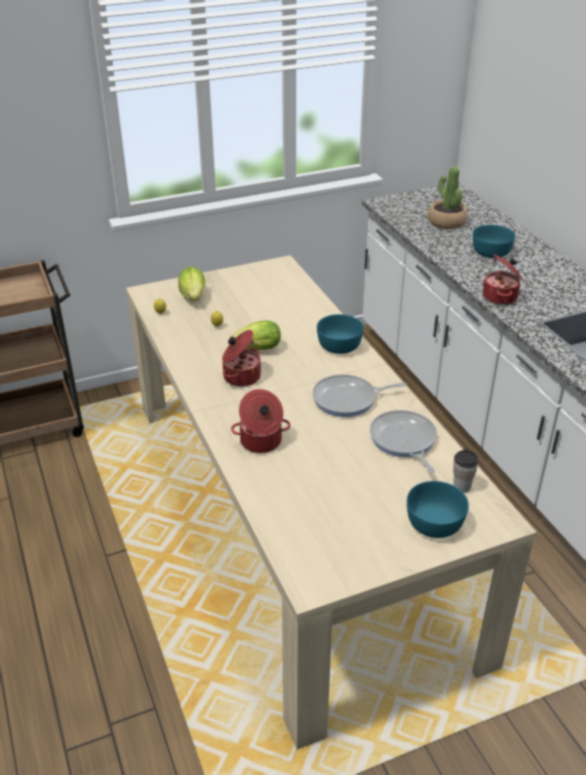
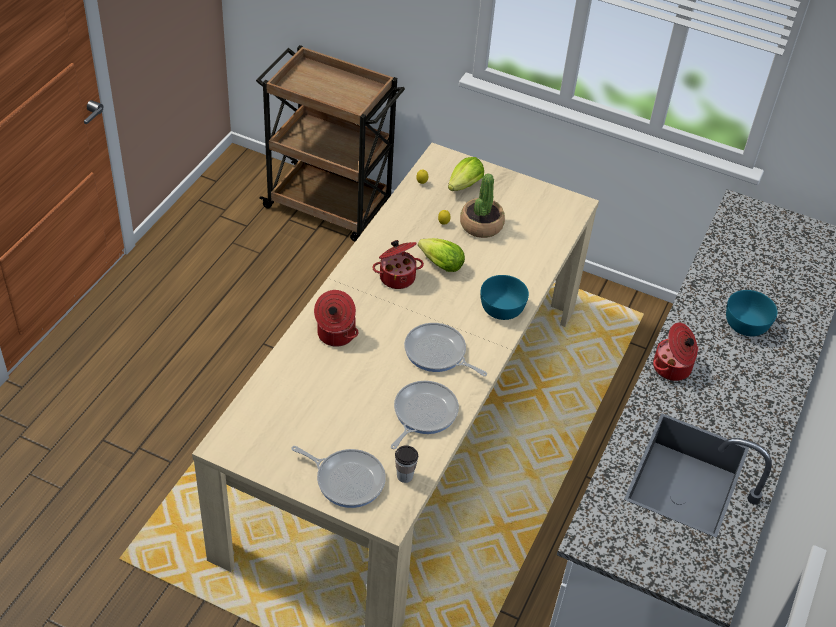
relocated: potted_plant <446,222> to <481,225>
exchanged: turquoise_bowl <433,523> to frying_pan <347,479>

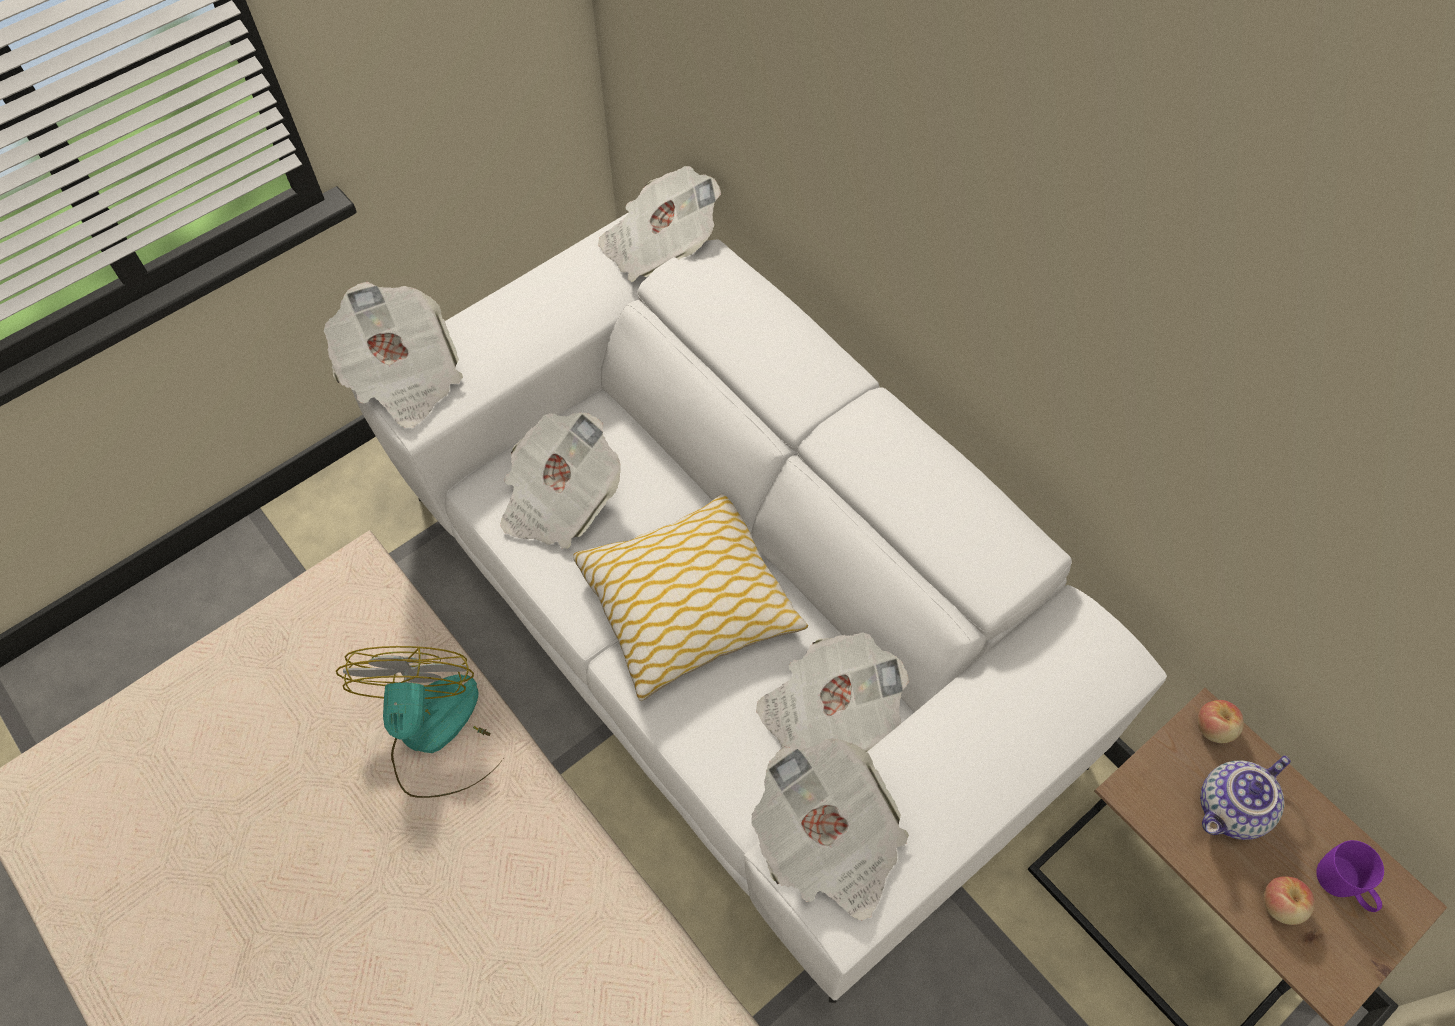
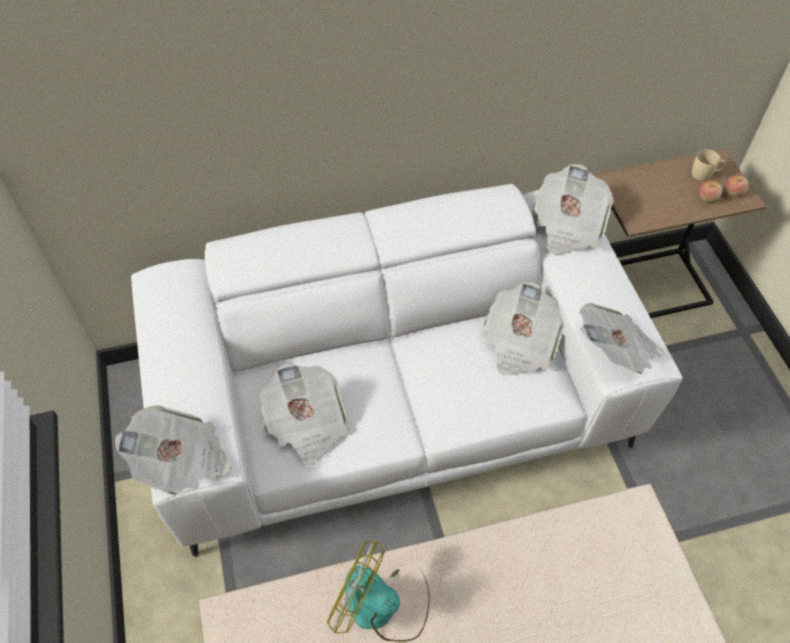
missing: pillow <688,603>; teapot <1231,810>
relocated: newspaper <659,246> to <567,226>; apple <1214,728> to <733,192>
colour: purple_mug <1342,886> to beige_mug <705,174>

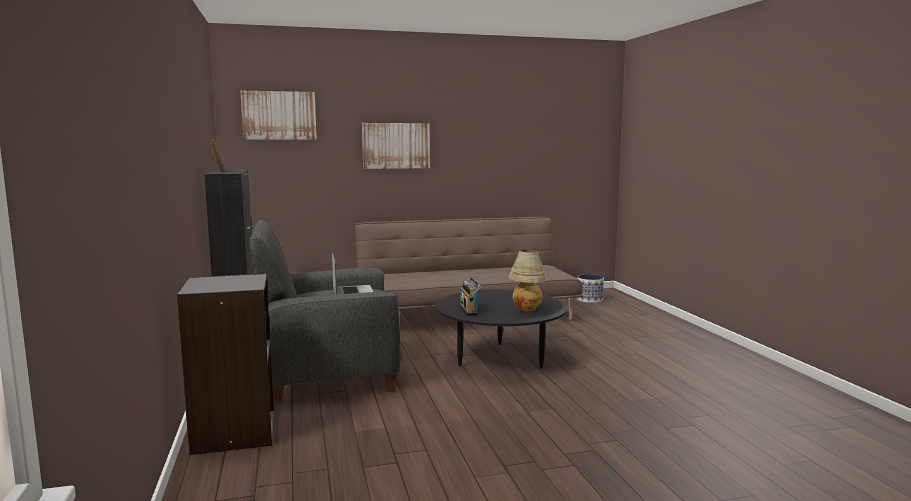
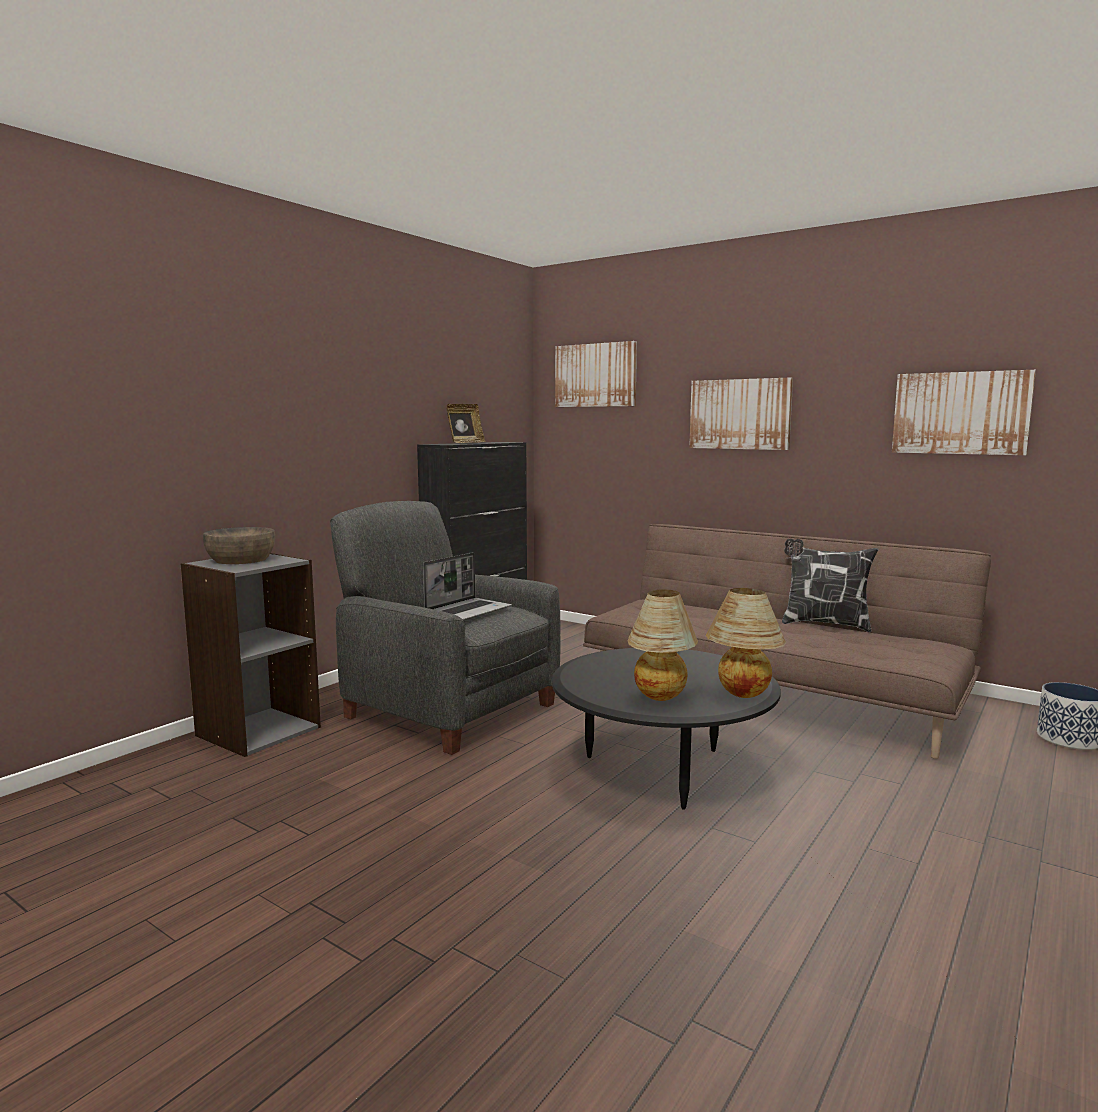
missing: radio <469,310>
appeared: brown_bowl <241,560>; table_lamp <741,695>; pillow <824,624>; picture <960,413>

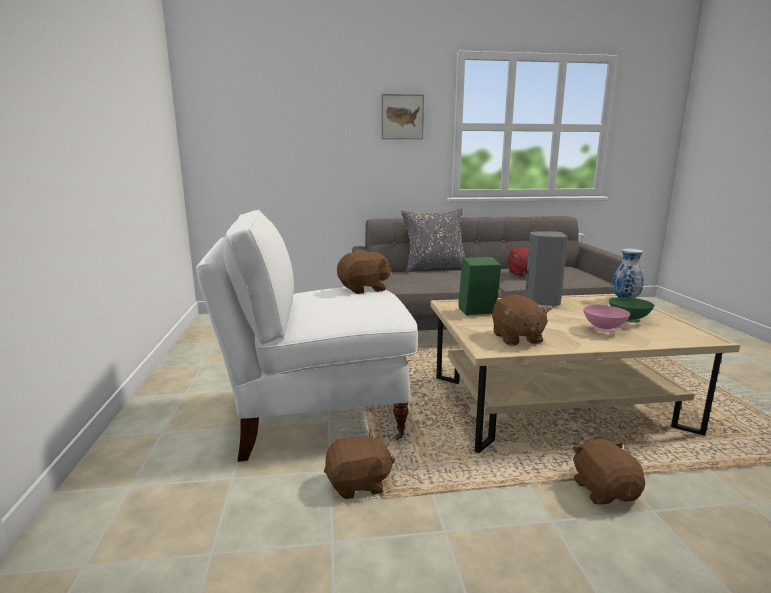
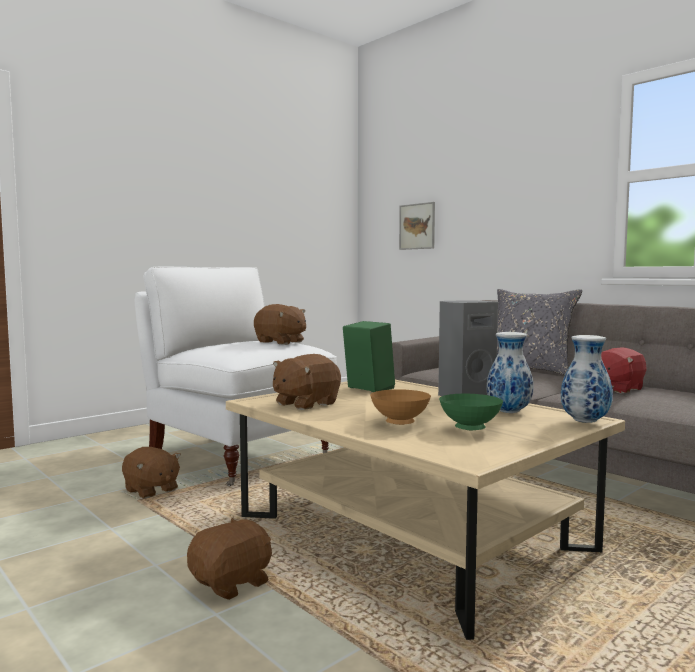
appeared: vase <509,412>
relocated: picture <402,117> to <417,226>
colour: pink_bowl <602,330> to brown_bowl <400,423>

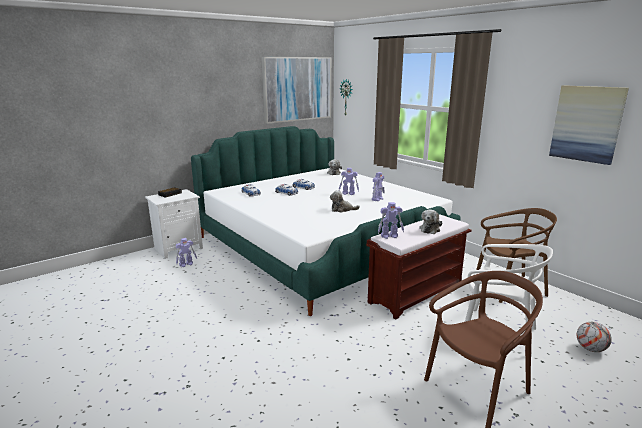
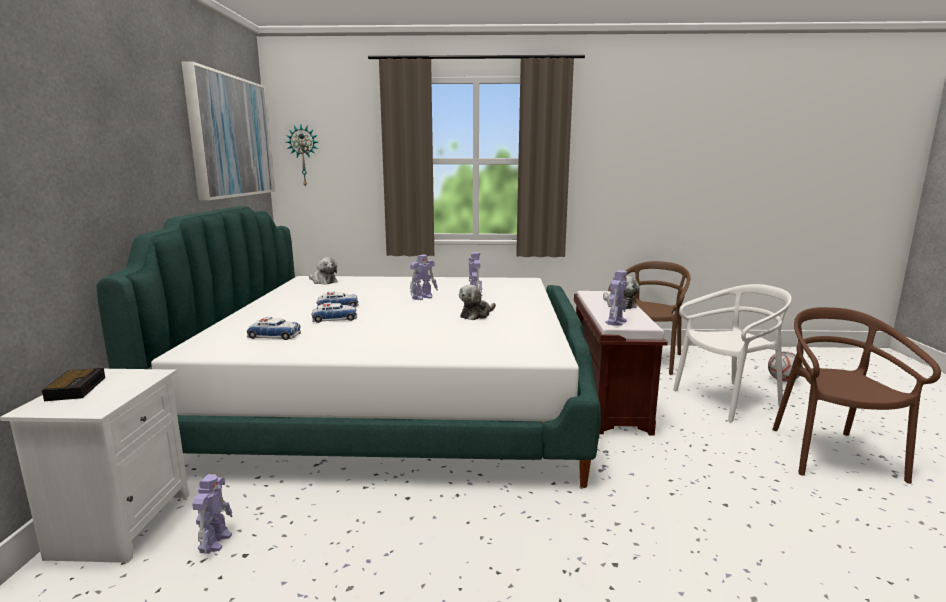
missing: picture <586,124>

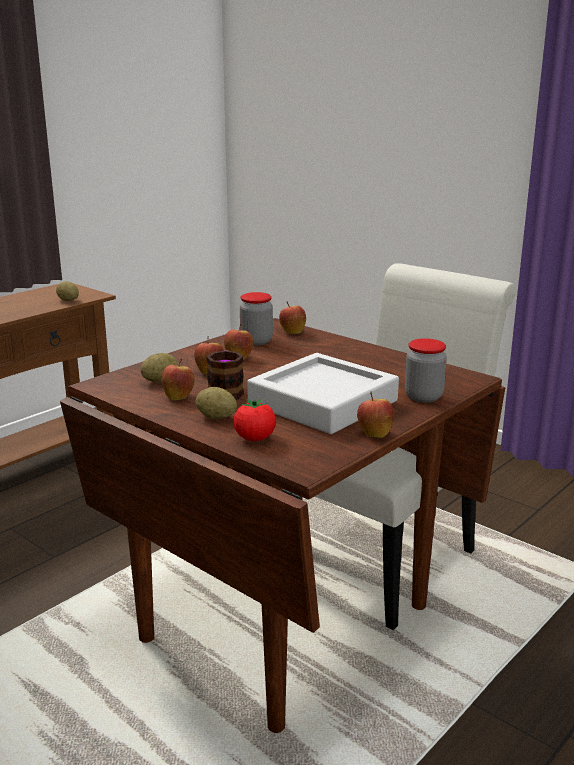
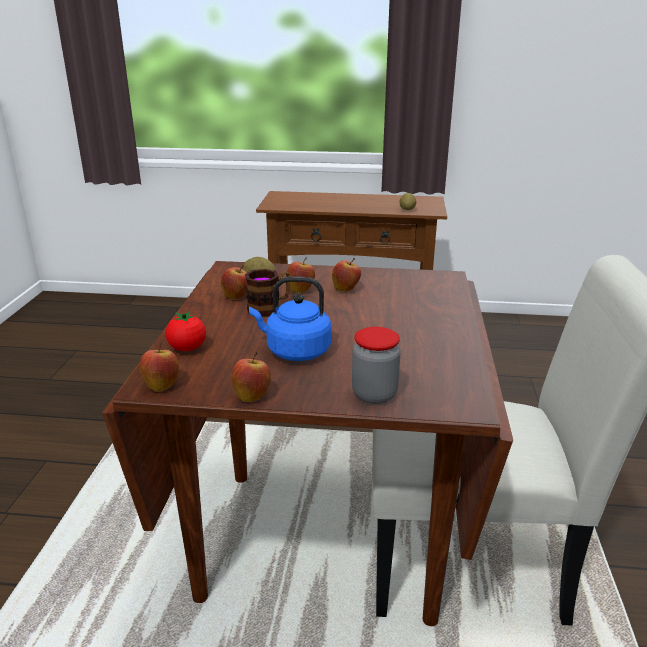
missing: potato <216,417>; jar <256,341>
relocated: apple <292,332> to <161,385>
exchanged: grey_tray <323,402> to blue_kettle <295,351>

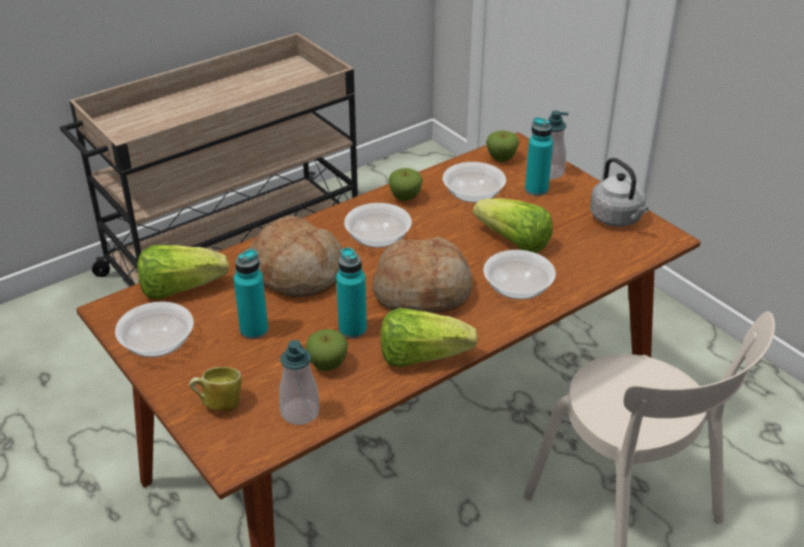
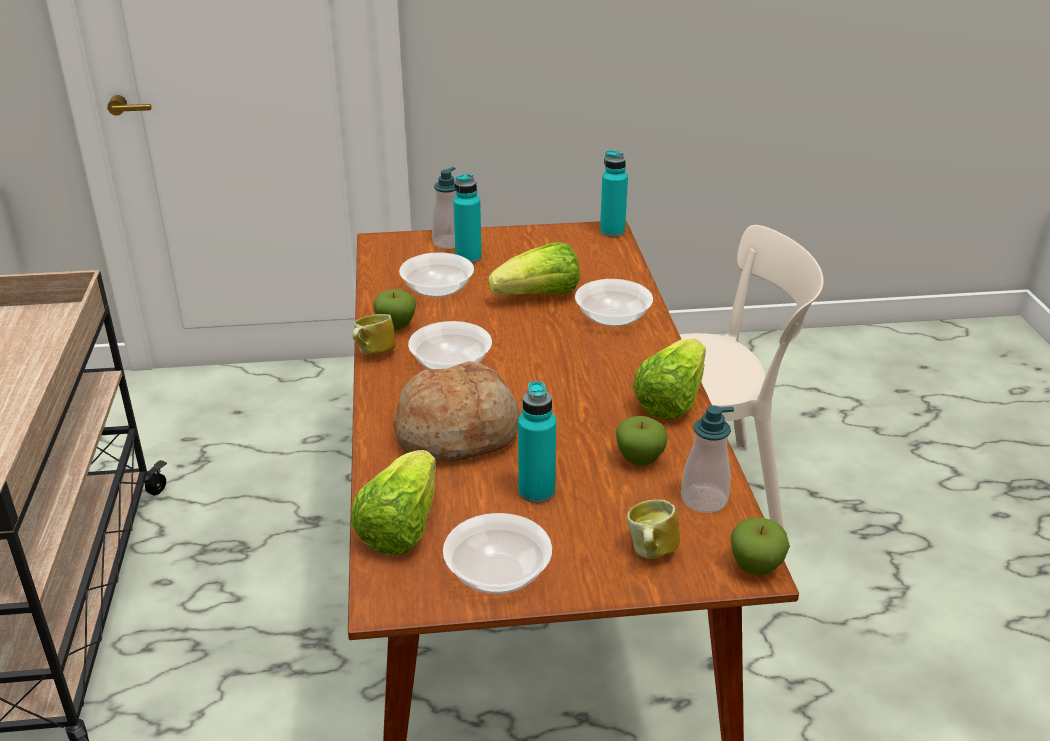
missing: bread <423,291>; grey_kettle <617,219>
appeared: mug <372,354>
relocated: turquoise_bottle <352,329> to <612,232>; apple <501,158> to <756,567>

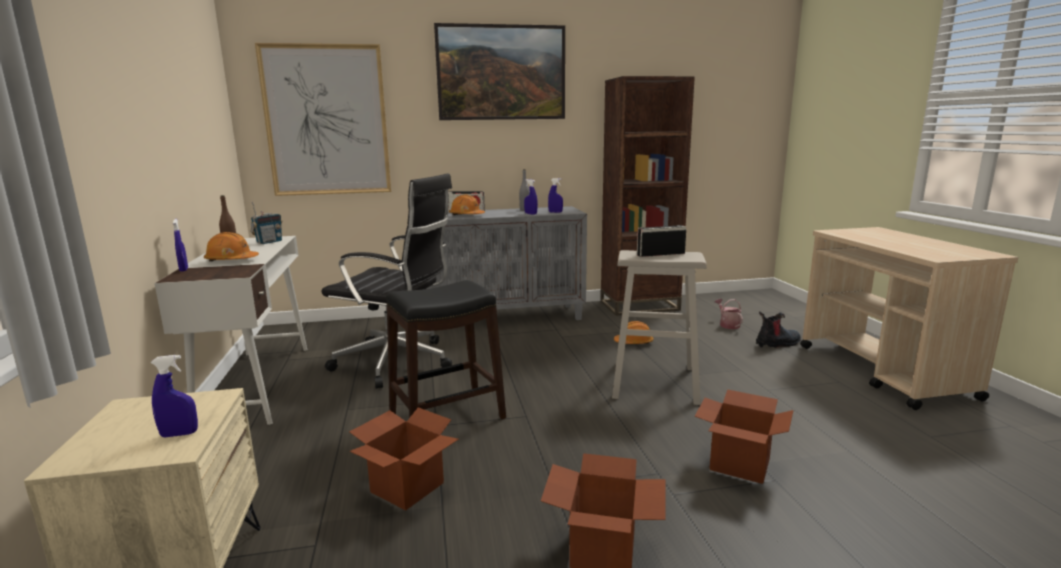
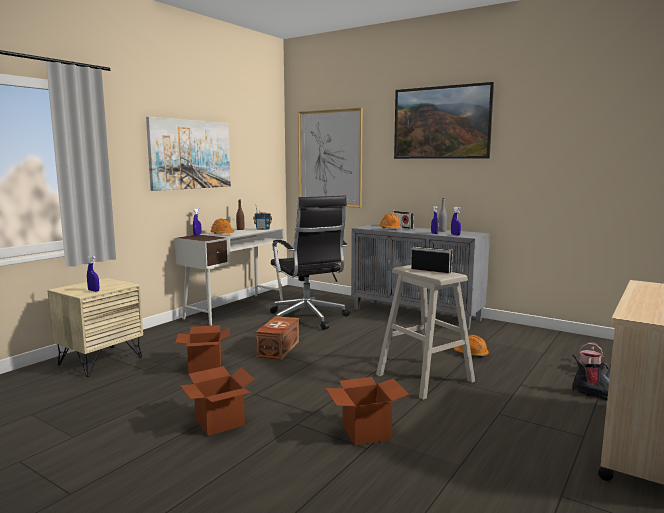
missing: brown_bookcase <639,306>
appeared: picture <190,154>
exchanged: black_stool <448,416> to brown_storage_box <277,349>

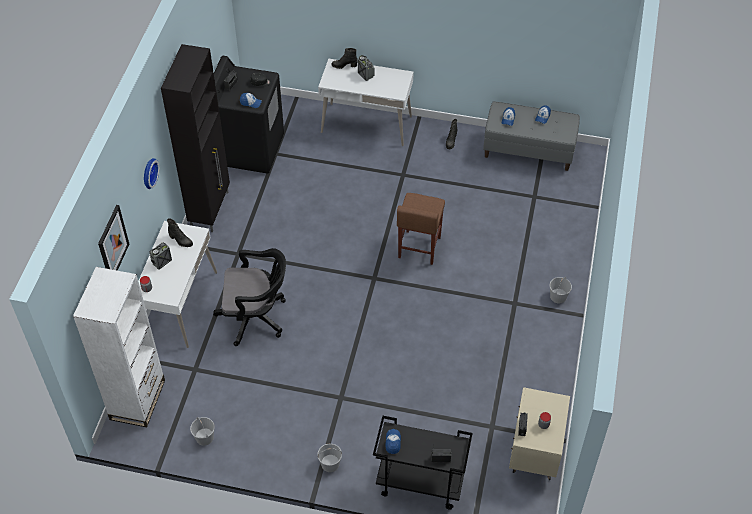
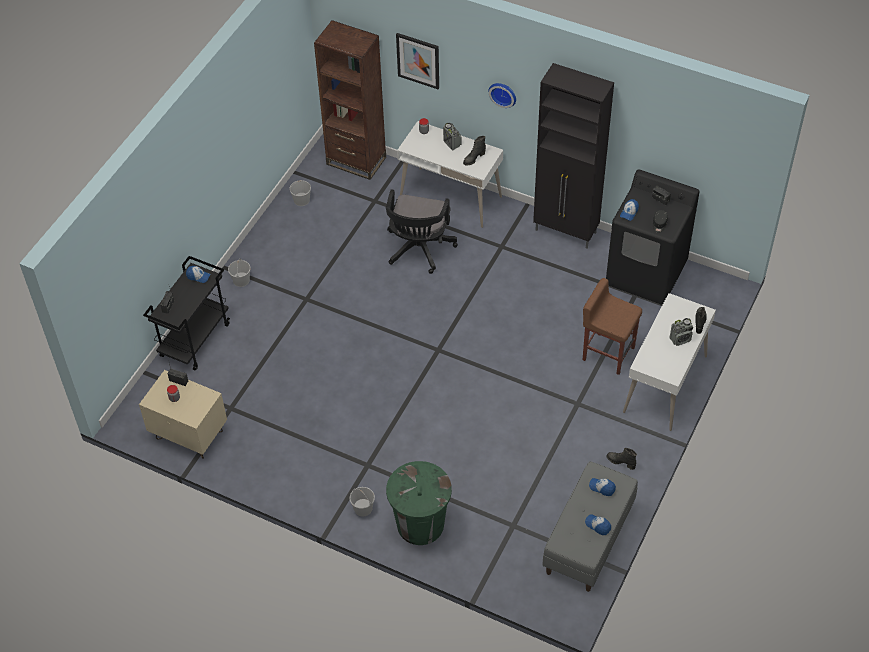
appeared: green_trash_can <420,524>
relocated: brown_stool <419,248> to <607,353>
colour: white_bookcase <138,400> to brown_bookcase <356,161>

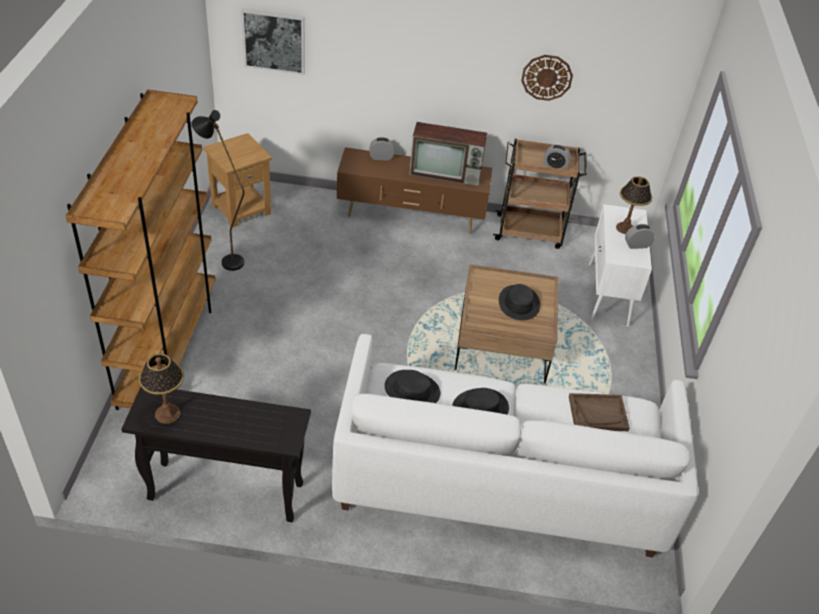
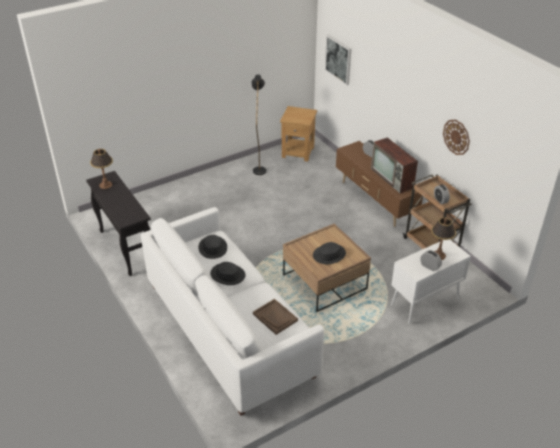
missing: brown_bookcase <169,350>

